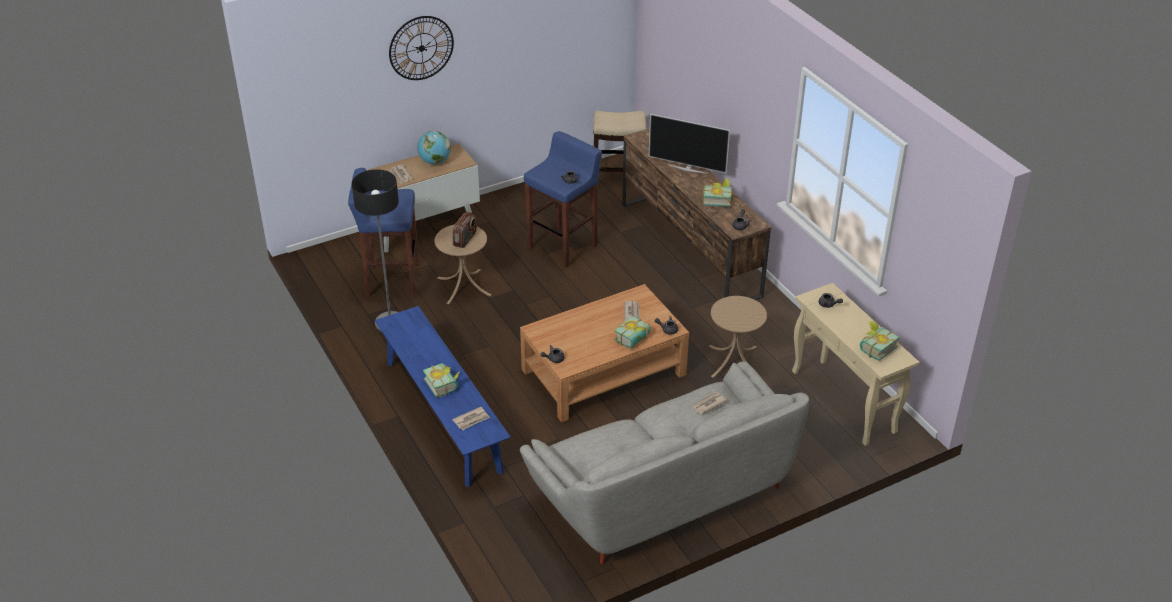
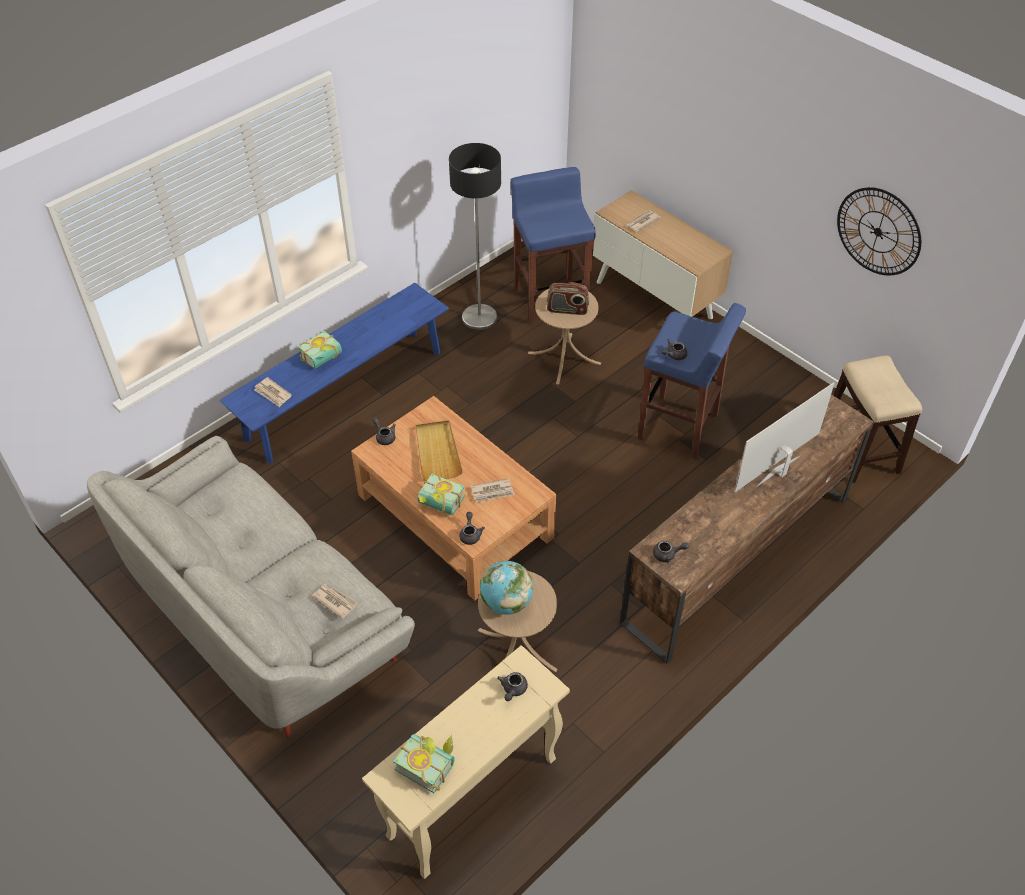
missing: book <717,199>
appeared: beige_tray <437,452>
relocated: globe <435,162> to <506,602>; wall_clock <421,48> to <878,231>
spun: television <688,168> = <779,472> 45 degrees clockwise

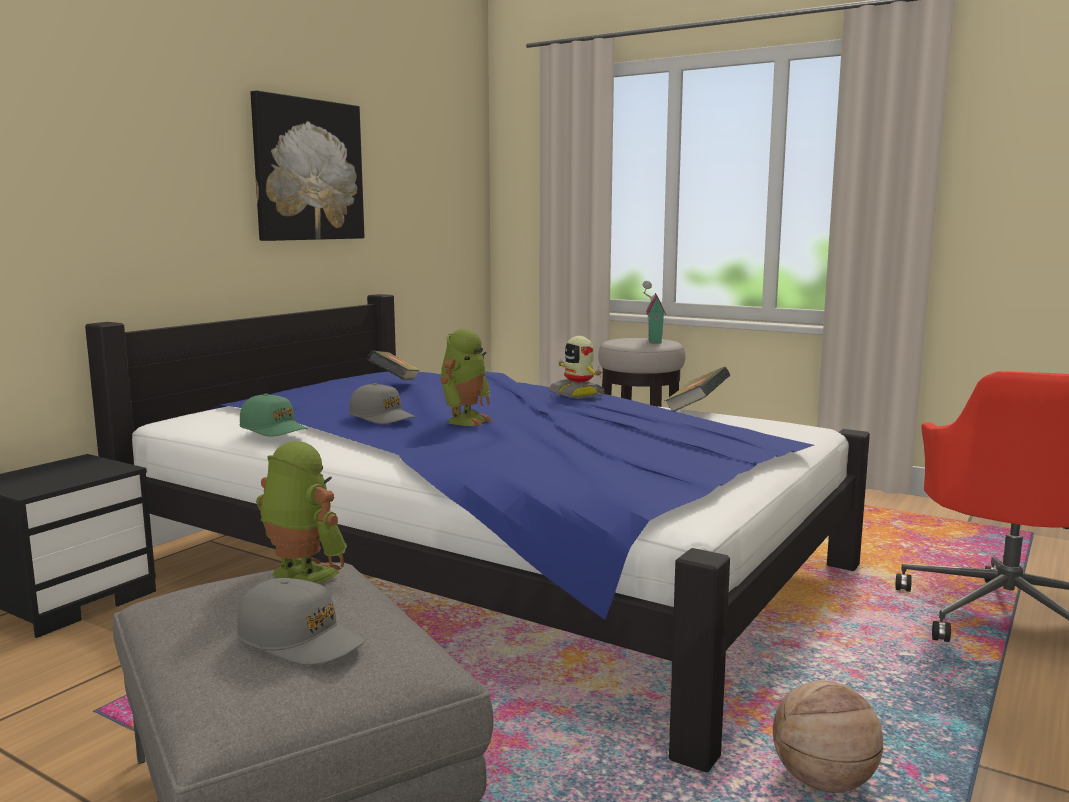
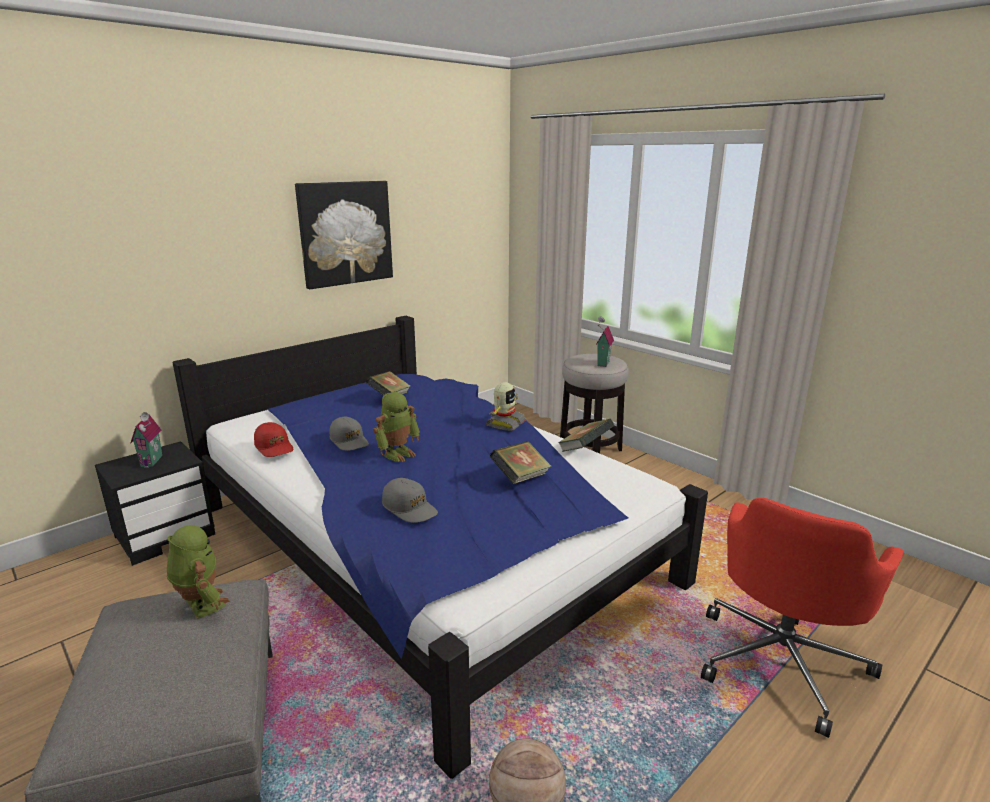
appeared: toy_house <153,461>; book <520,478>
relocated: grey_cap <300,640> to <409,508>
colour: green_cap <273,429> to red_cap <274,447>
spun: toy_robot <577,394> = <505,423> 135 degrees counterclockwise

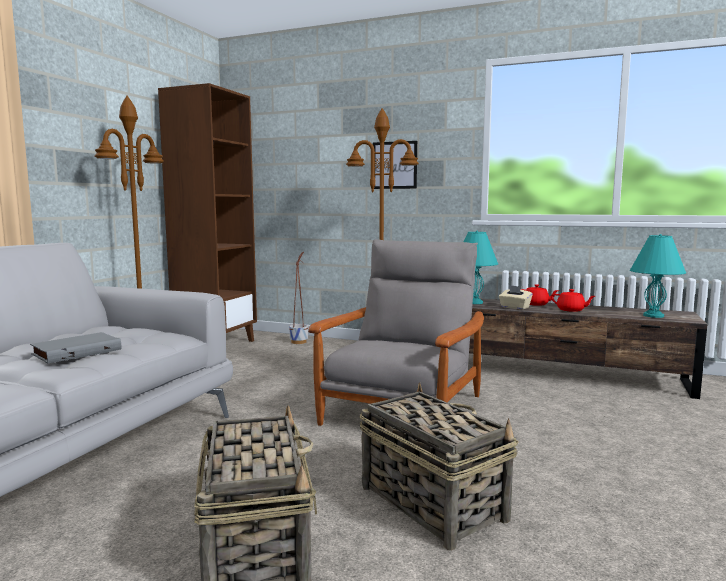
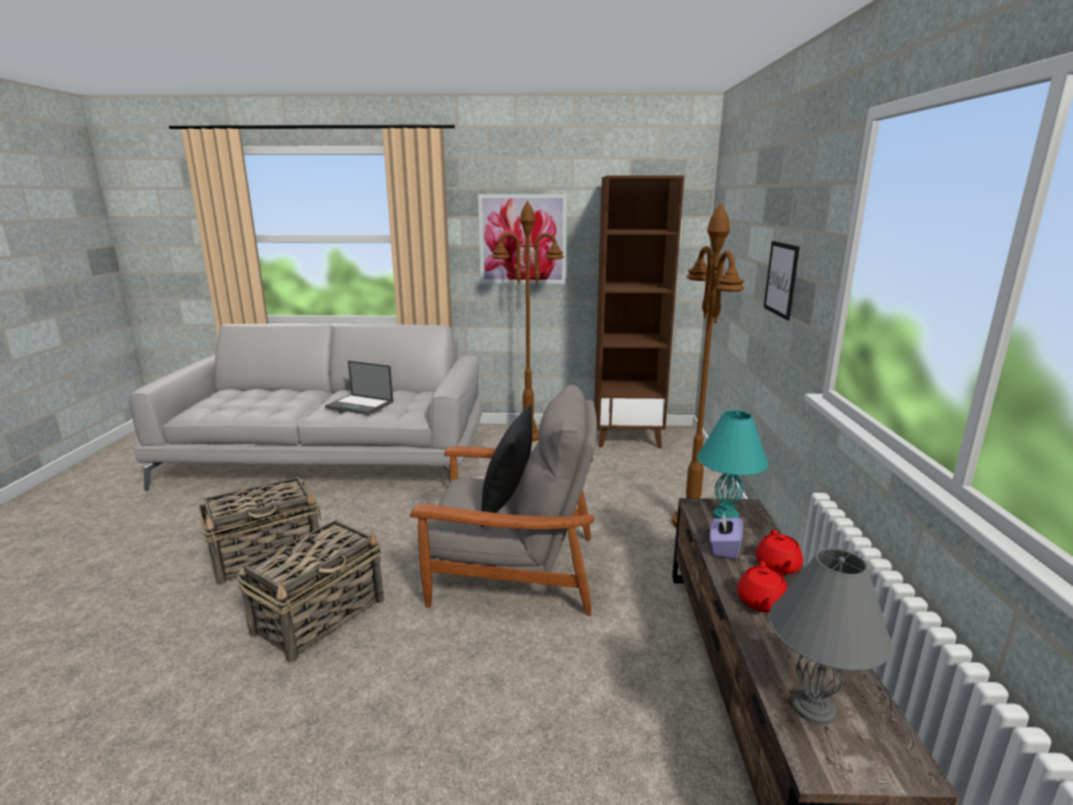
missing: planter <298,342>
appeared: picture <522,239>; black_pillow <508,504>
exchanged: grey_book <77,351> to laptop <360,405>
colour: beige_tissue_box <514,307> to purple_tissue_box <724,548>; turquoise_table_lamp <654,315> to grey_table_lamp <813,708>

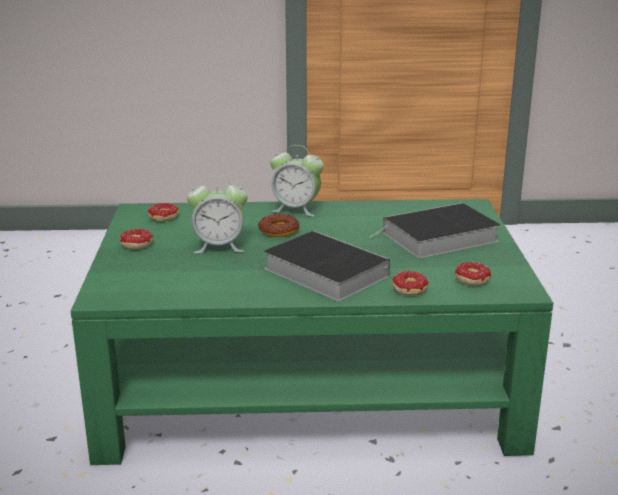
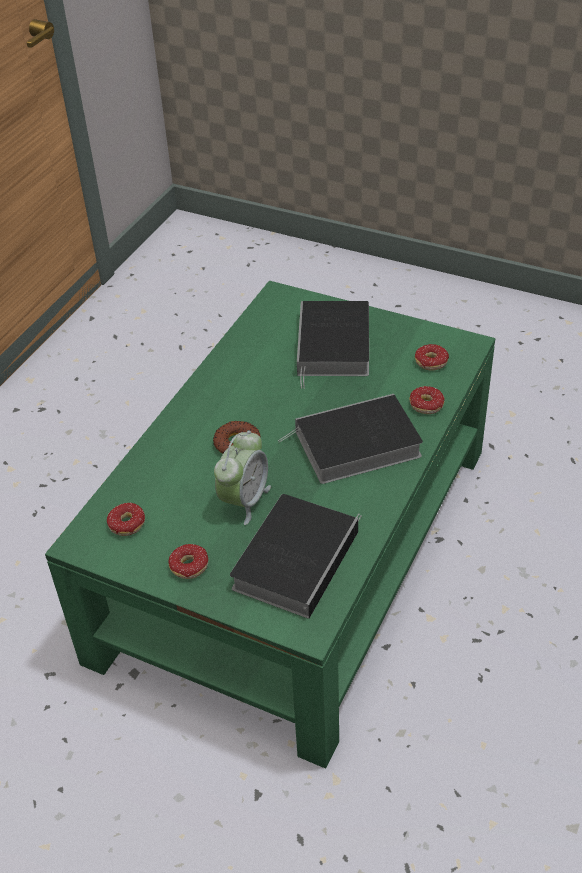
missing: alarm_clock <296,209>
appeared: book <296,557>

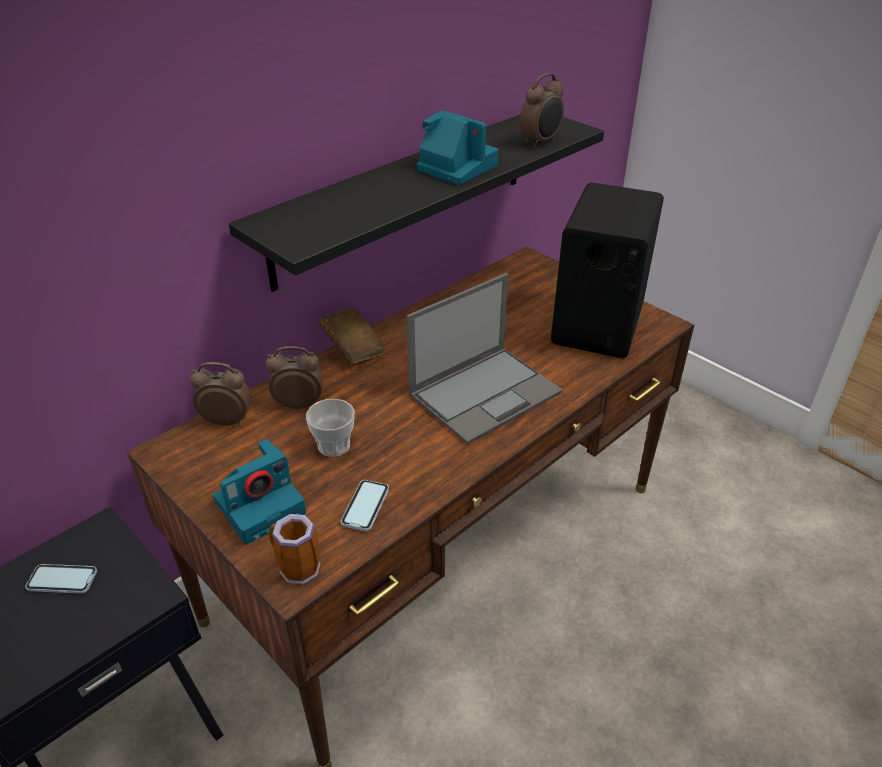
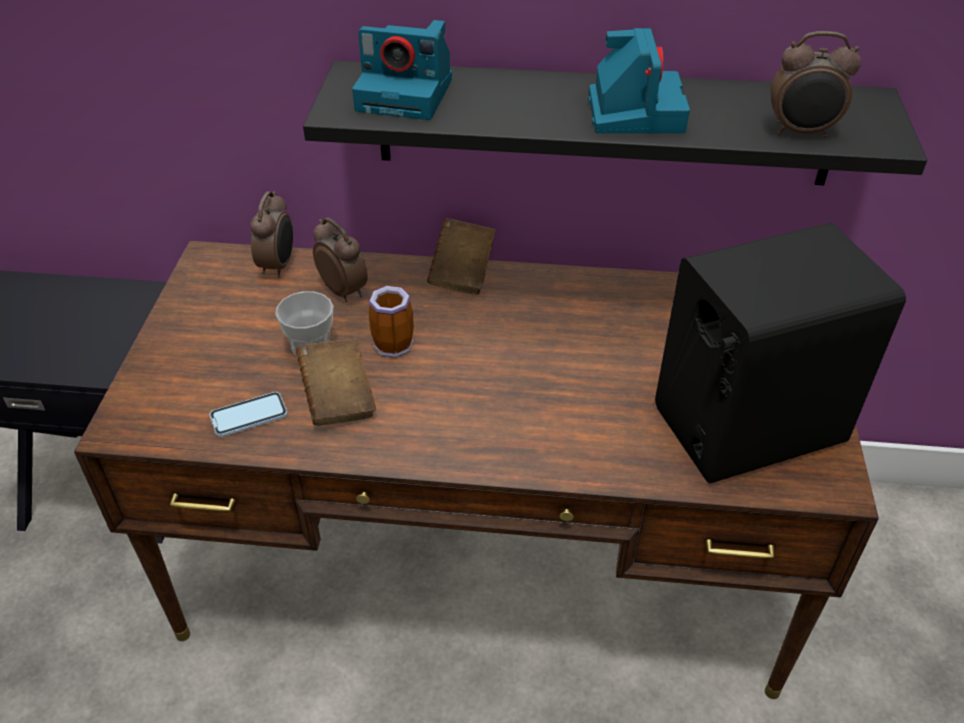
missing: phone <62,580>; laptop <486,392>
appeared: brown_book <338,398>
relocated: photo_camera <261,505> to <407,94>; mug <295,569> to <391,342>
spun: alarm_clock <227,420> = <278,265> 45 degrees clockwise

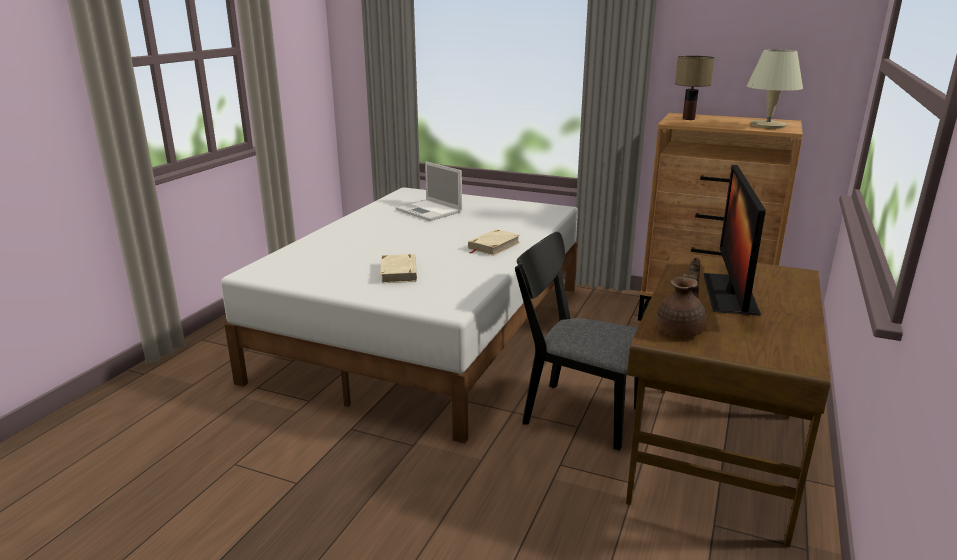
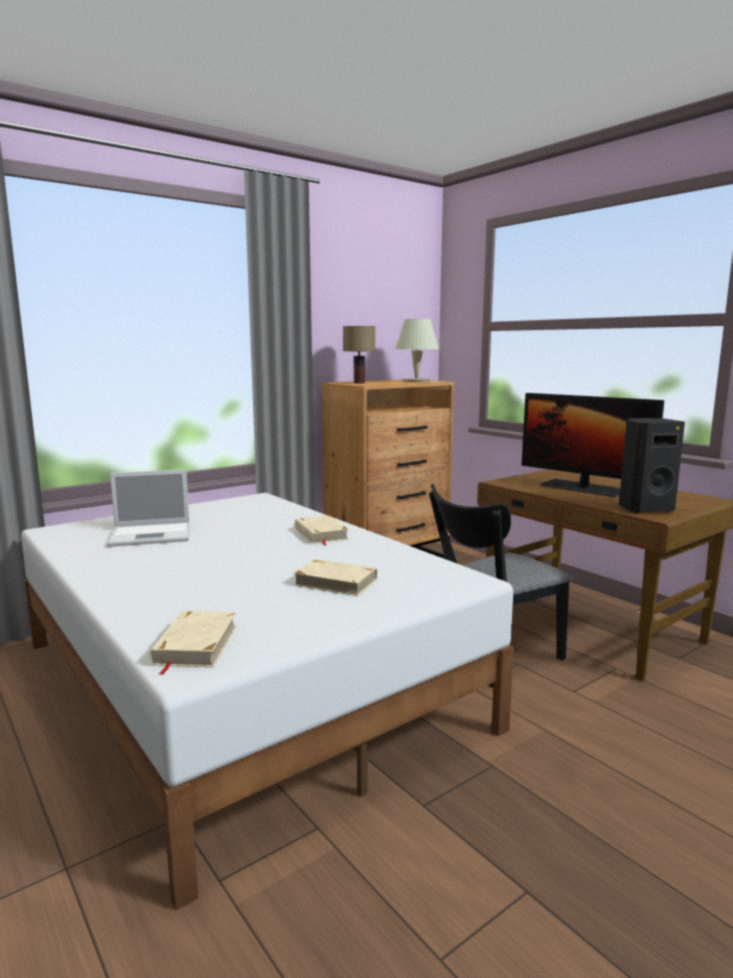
appeared: beige_book <195,645>
exchanged: brown_teapot <681,329> to black_speaker <644,508>

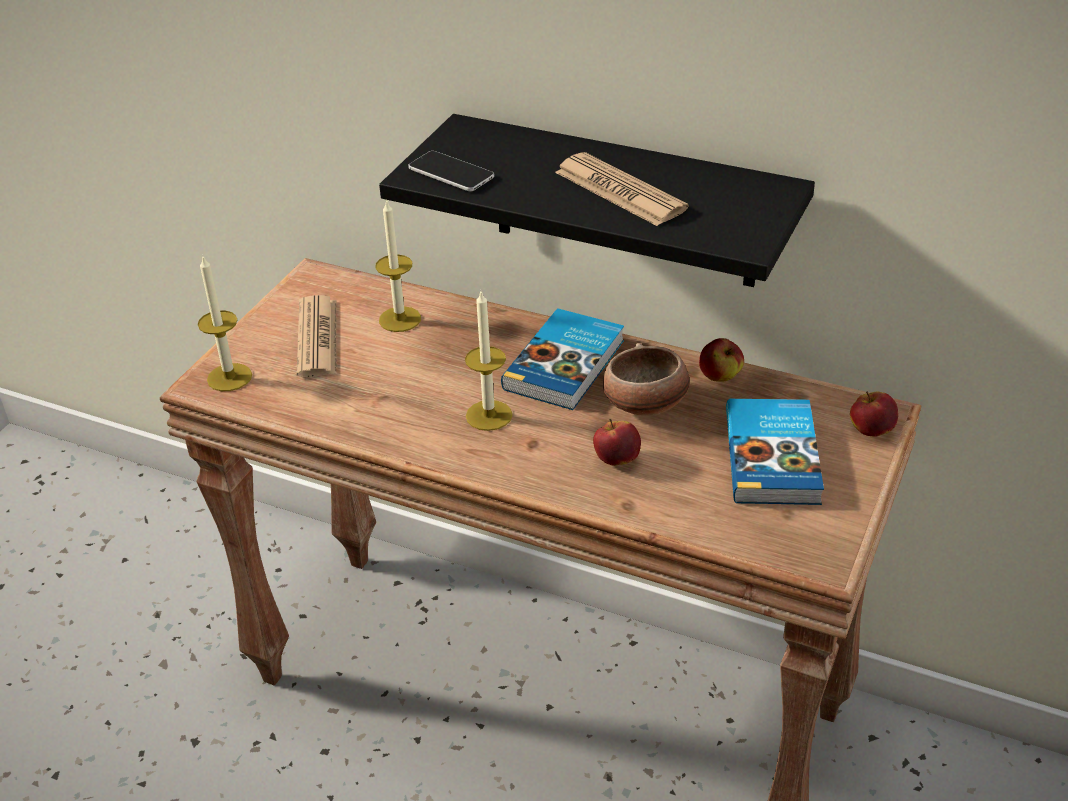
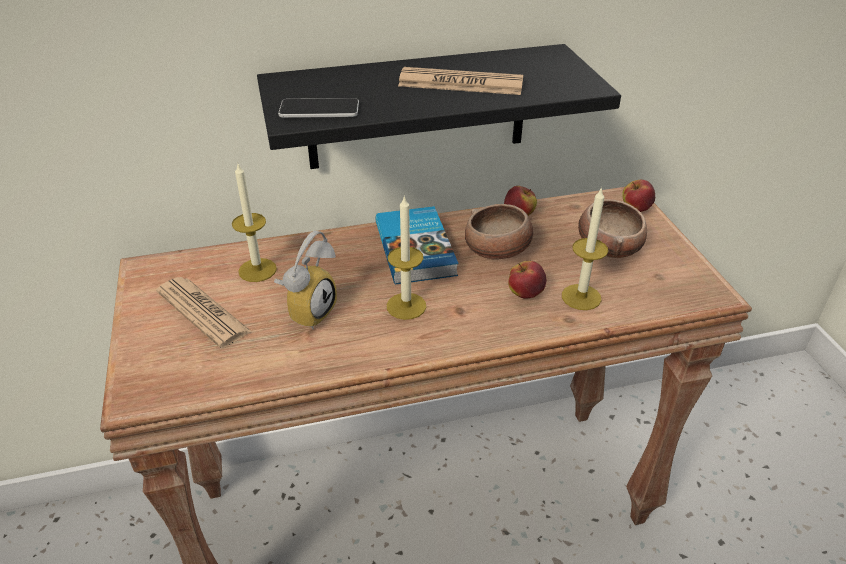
appeared: alarm_clock <308,311>
relocated: candle <229,377> to <581,297>
exchanged: book <774,456> to bowl <608,247>

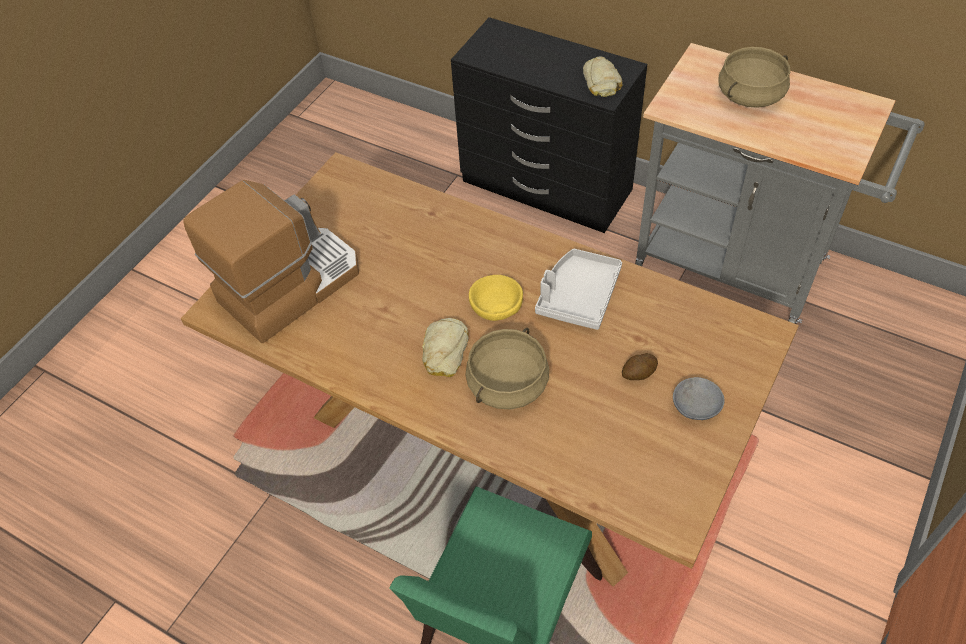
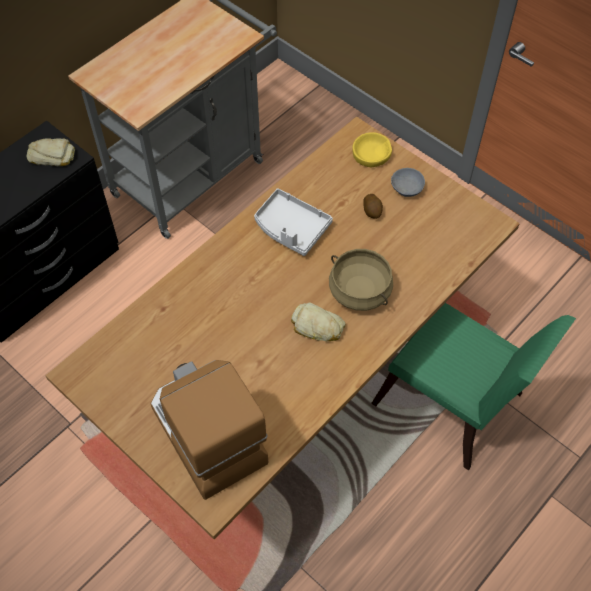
missing: beige_cooking_pot <750,95>
relocated: yellow_bowl <496,303> to <371,154>

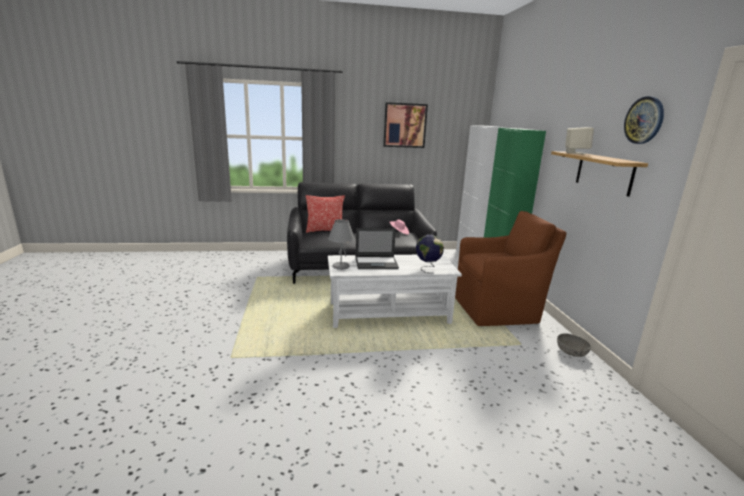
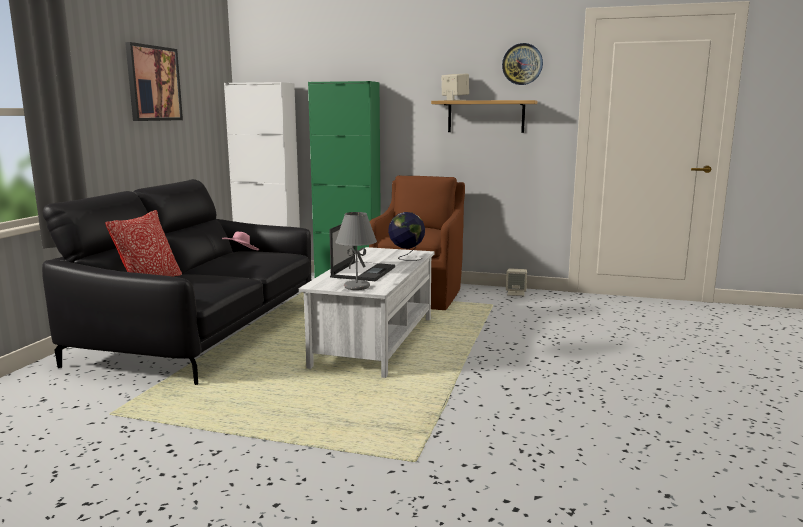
exchanged: grey_bowl <571,352> to beige_speaker <516,293>

